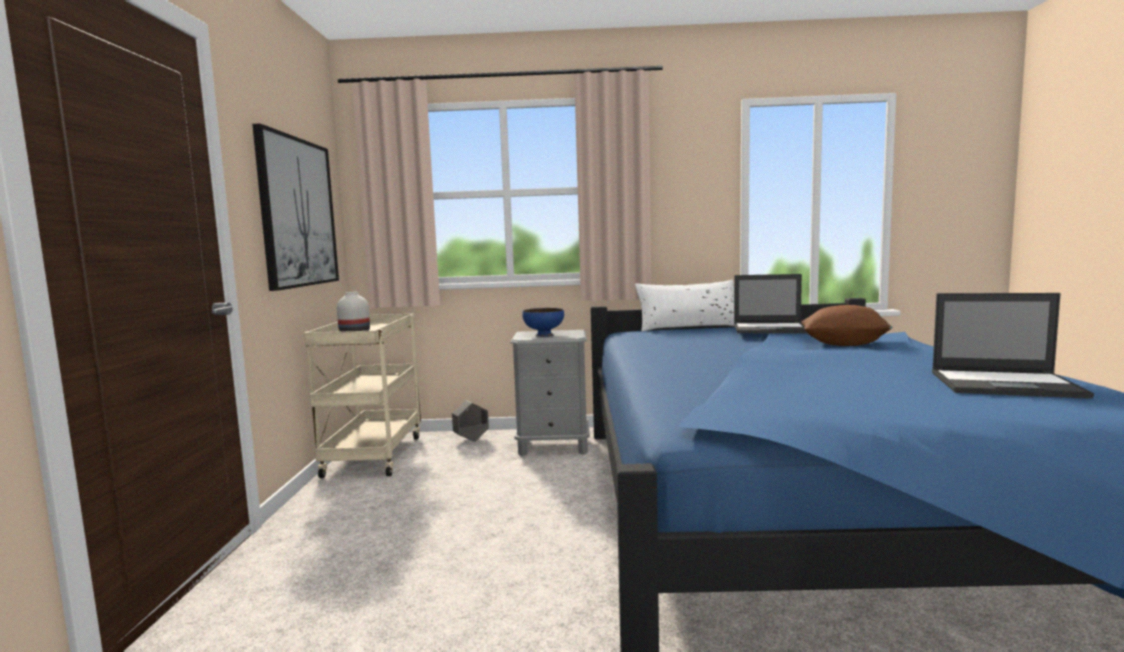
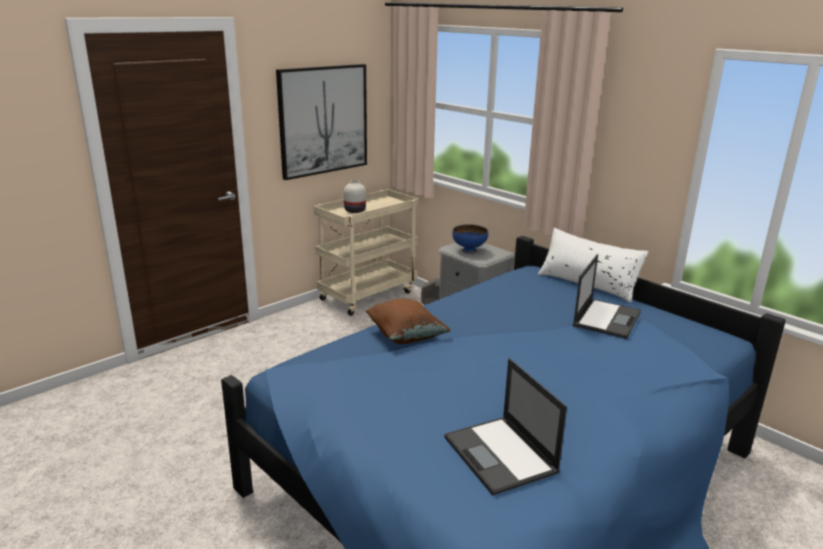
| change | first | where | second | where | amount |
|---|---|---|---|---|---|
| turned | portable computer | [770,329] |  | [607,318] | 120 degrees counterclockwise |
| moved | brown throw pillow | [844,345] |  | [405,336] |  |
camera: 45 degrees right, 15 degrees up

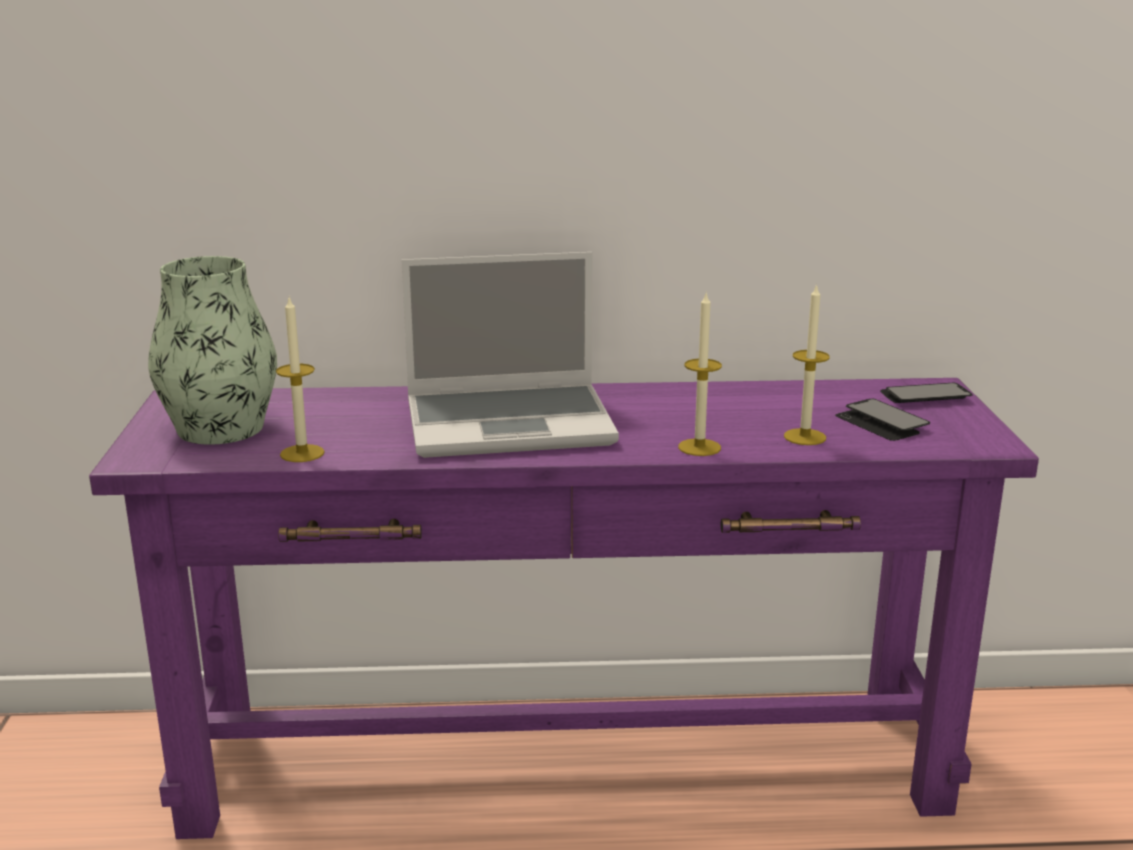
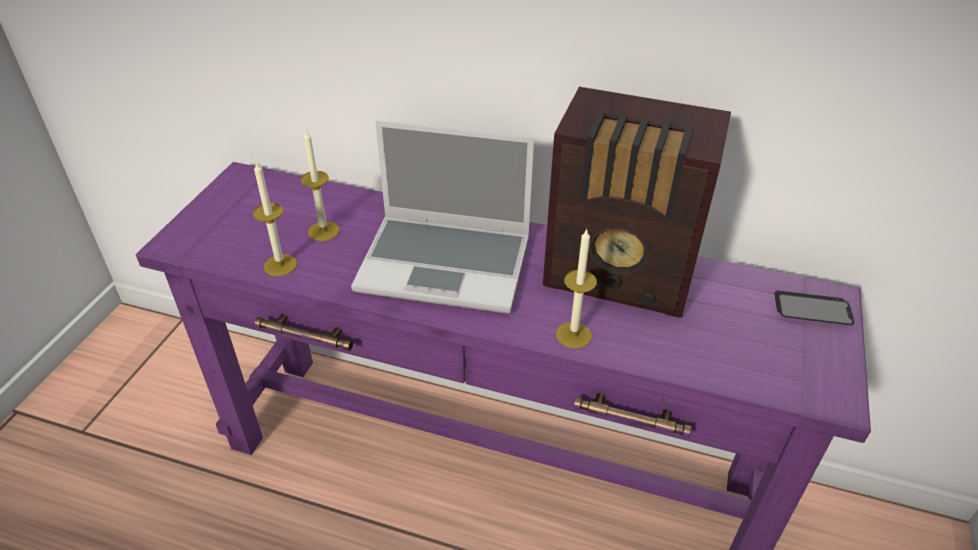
| change | first | where | second | where | amount |
|---|---|---|---|---|---|
| removed | flower vase | [220,428] |  |  |  |
| moved | candle | [804,437] |  | [323,231] |  |
| removed | handset | [881,422] |  |  |  |
| added |  |  | radio set | [622,277] |  |
camera: 20 degrees right, 20 degrees up

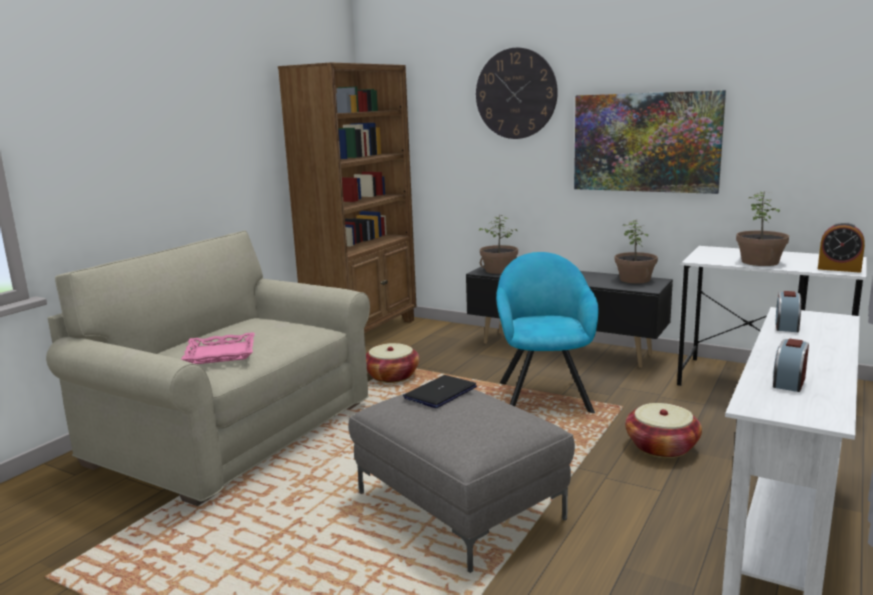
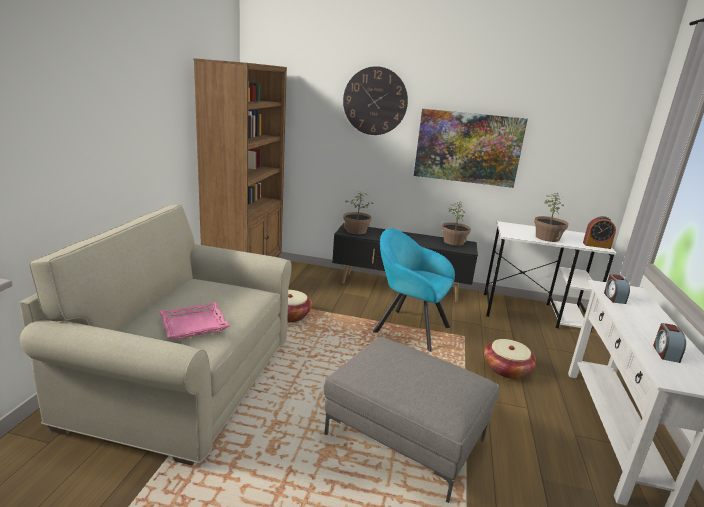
| change | first | where | second | where | amount |
|---|---|---|---|---|---|
| removed | portable computer | [440,393] |  |  |  |
| turned | blue-green lounge chair | [544,394] |  | [407,328] | 45 degrees counterclockwise |
camera: 20 degrees left, 5 degrees up

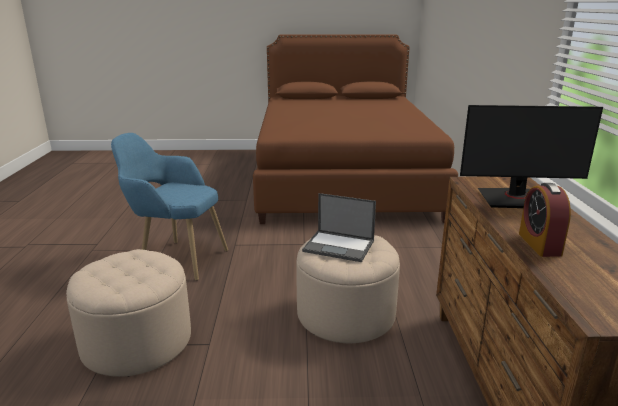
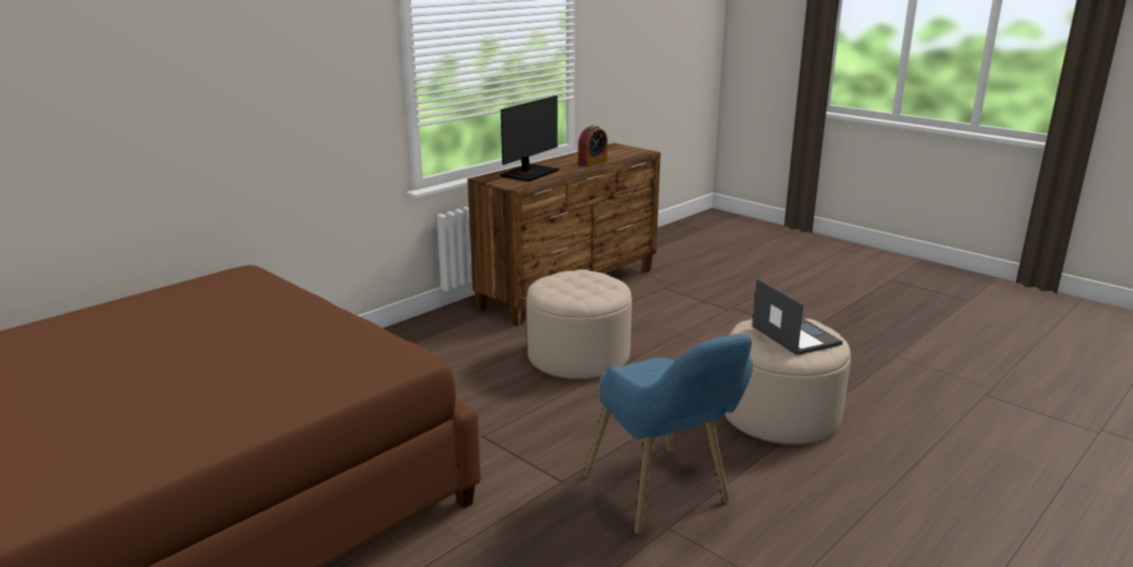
| change | first | where | second | where | amount |
|---|---|---|---|---|---|
| moved | portable computer | [339,246] |  | [794,335] |  |
| turned | monitor | [518,199] |  | [529,173] | 75 degrees clockwise |
camera: 135 degrees left, 0 degrees up

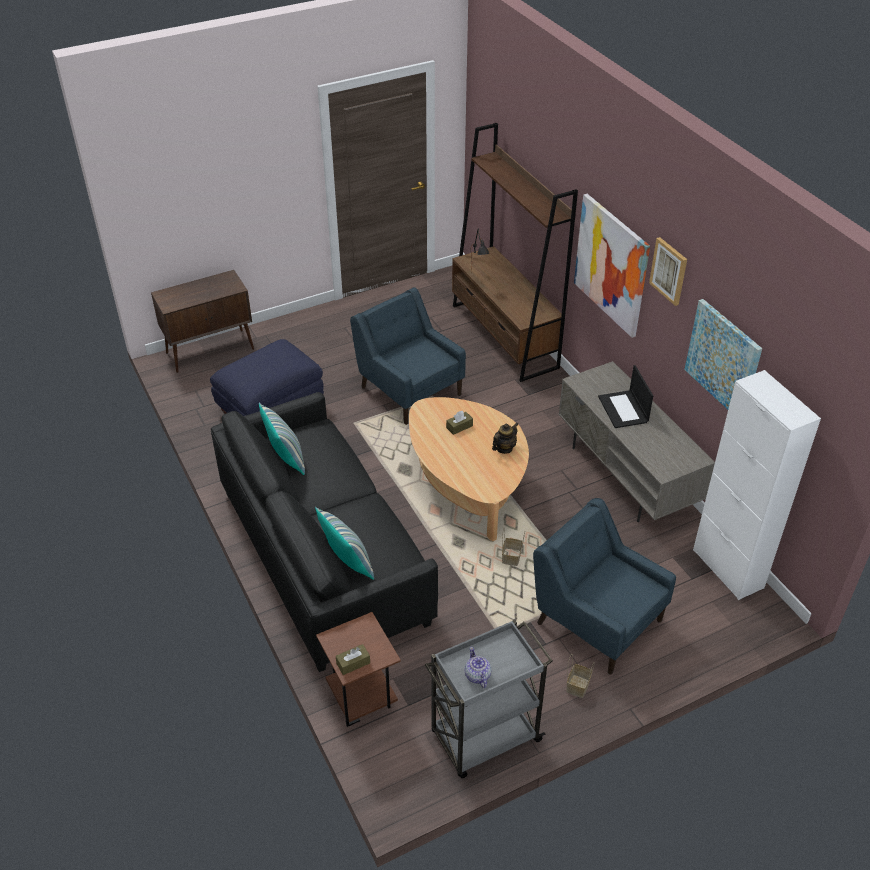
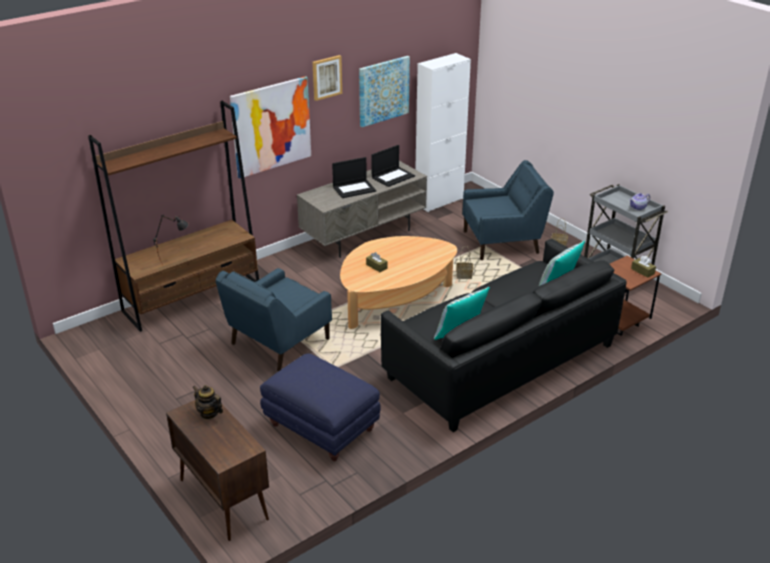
| change | first | where | second | where | amount |
|---|---|---|---|---|---|
| moved | teapot | [504,448] |  | [209,413] |  |
| turned | blue-coloured lounge chair | [596,619] |  | [503,242] | 135 degrees counterclockwise |
| added |  |  | portable computer | [393,177] |  |
camera: 100 degrees left, 10 degrees down

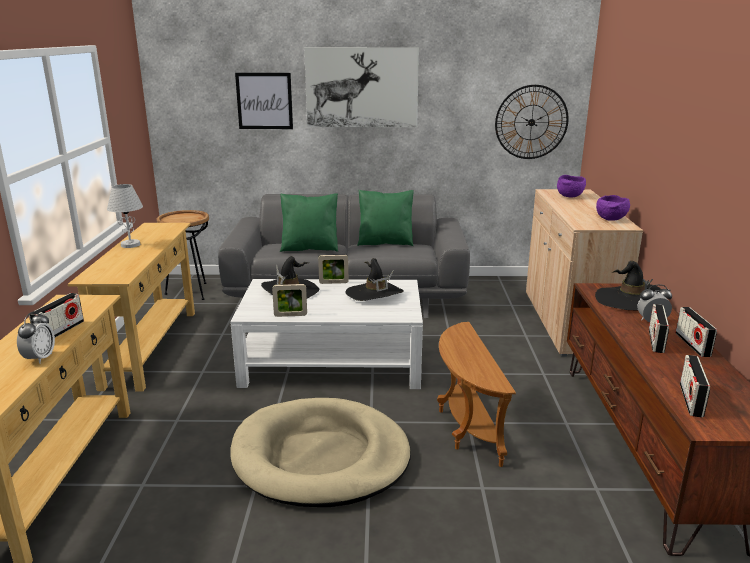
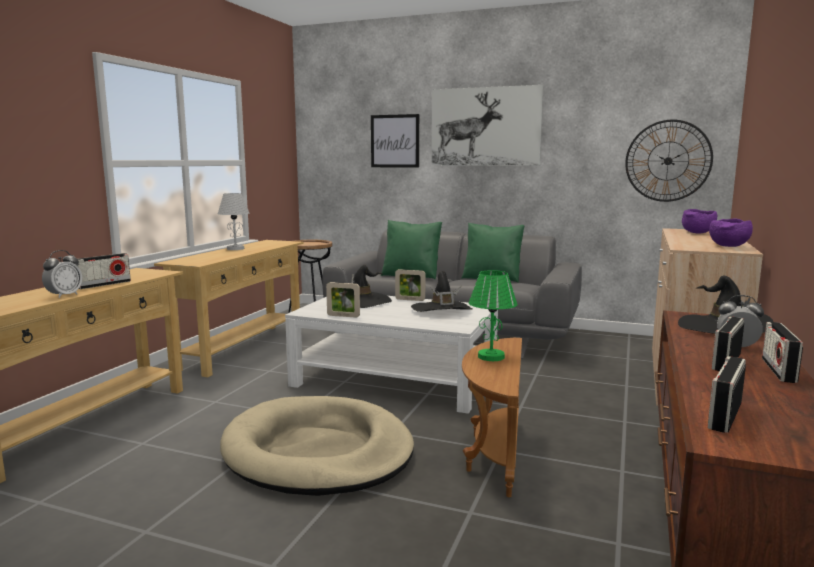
| change | first | where | second | where | amount |
|---|---|---|---|---|---|
| added |  |  | greenish table lamp | [491,356] |  |
camera: 20 degrees right, 10 degrees down

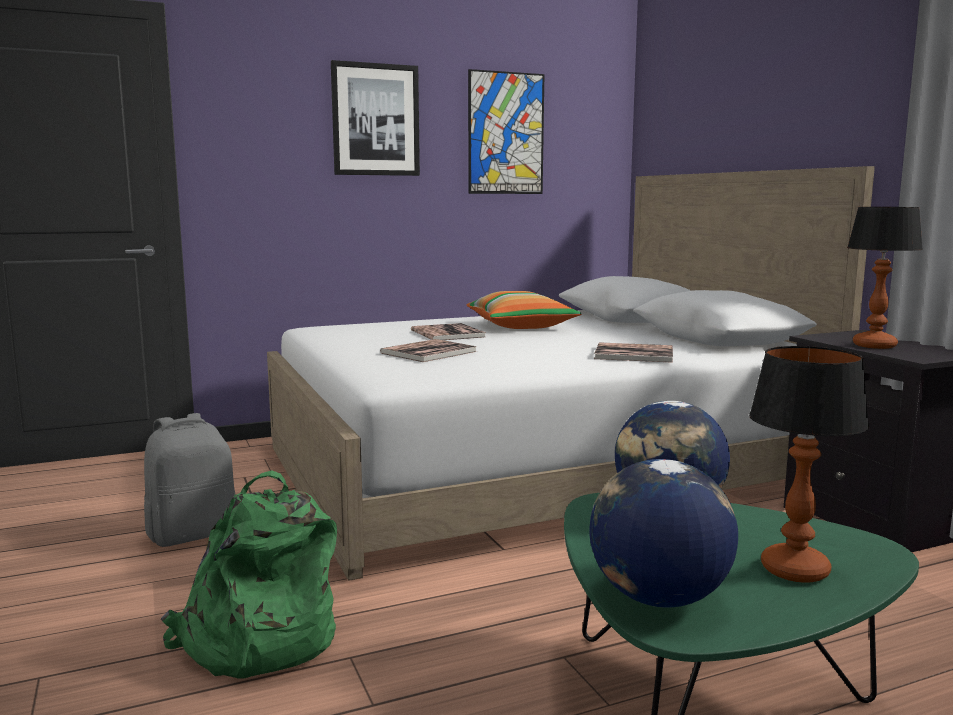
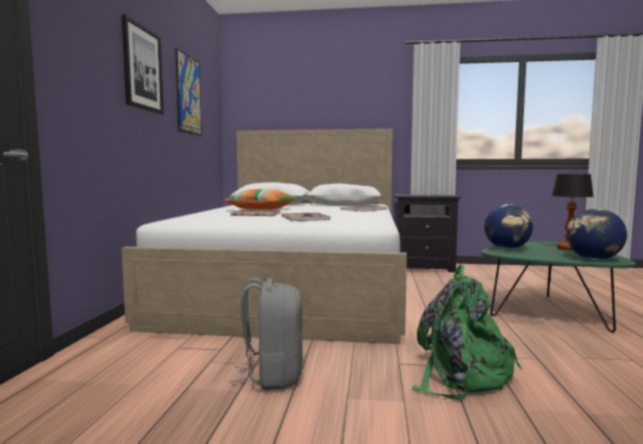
| change | first | where | second | where | amount |
|---|---|---|---|---|---|
| removed | table lamp | [873,345] |  |  |  |
camera: 60 degrees left, 5 degrees down

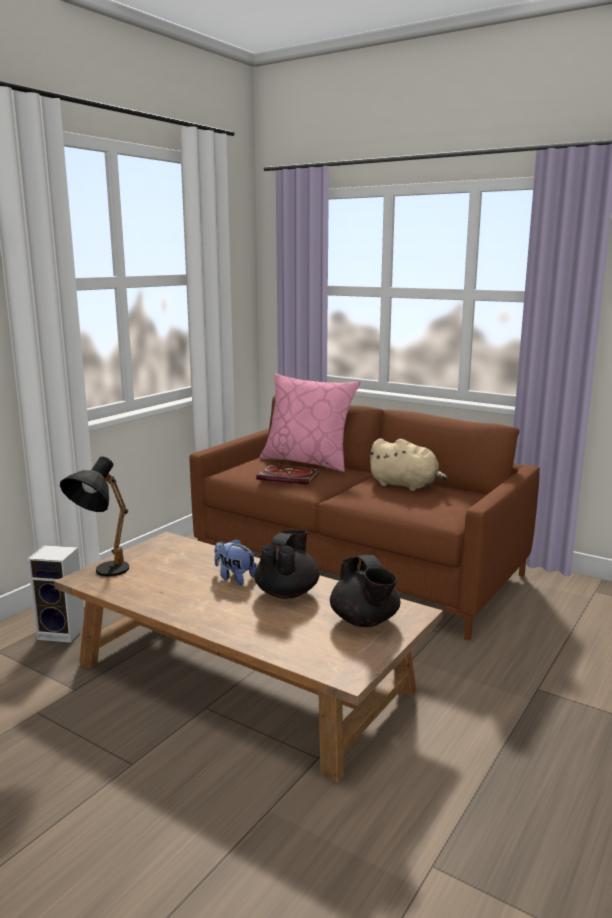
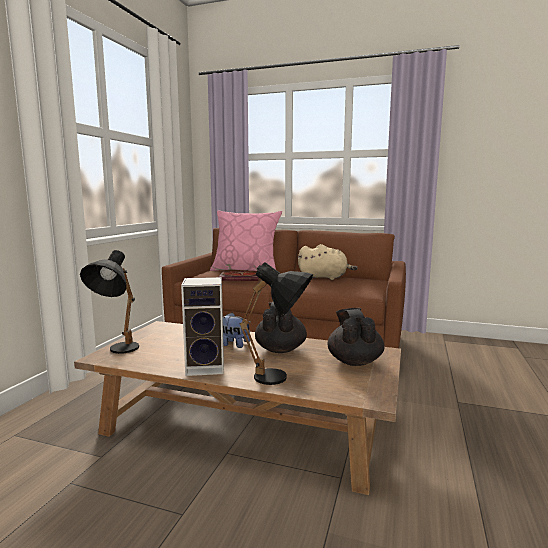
| change | first | where | second | where | amount |
|---|---|---|---|---|---|
| moved | speaker | [63,632] |  | [207,367] |  |
| turned | blackish teapot | [365,621] |  | [354,361] | 150 degrees counterclockwise |
| added |  |  | blackish table lamp | [281,380] |  |
camera: 15 degrees left, 5 degrees down

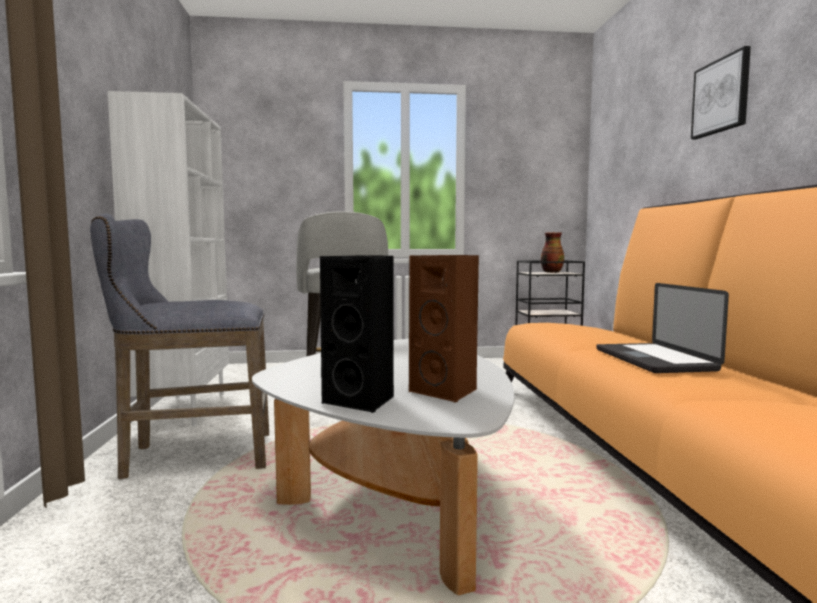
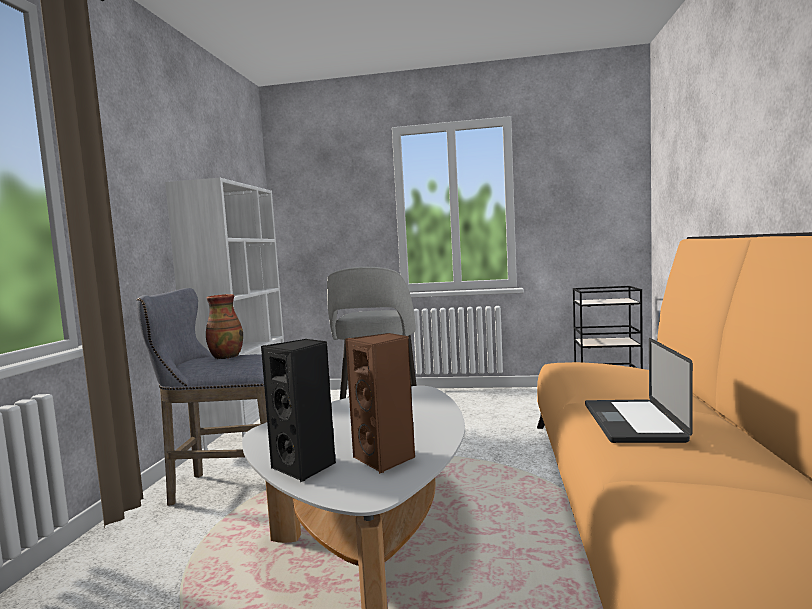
| change | first | where | second | where | amount |
|---|---|---|---|---|---|
| moved | flower vase | [551,272] |  | [226,357] |  |
| removed | picture | [721,96] |  |  |  |
camera: 15 degrees right, 0 degrees up

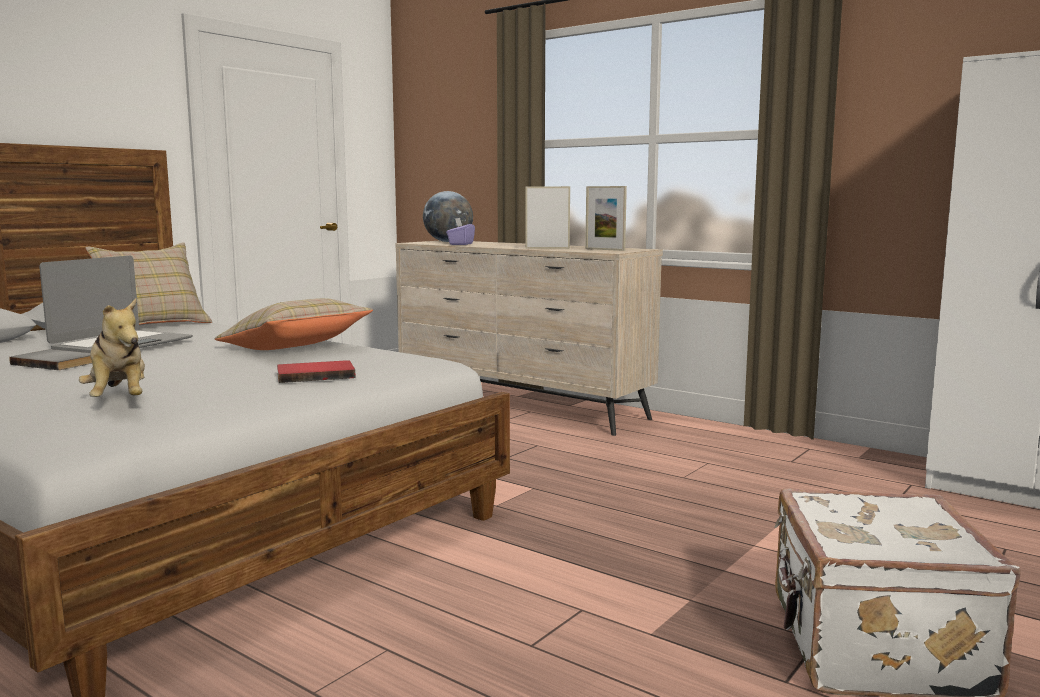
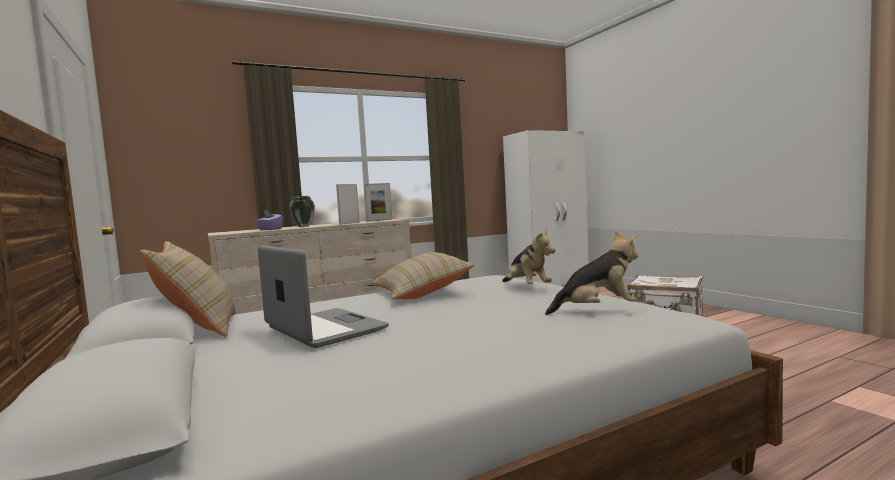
| change | first | where | second | where | amount |
|---|---|---|---|---|---|
| removed | greyish volume | [57,363] |  |  |  |
| replaced | red volume | [315,375] | cuddly toy | [527,287] |  |
| removed | desk globe | [448,241] |  |  |  |
| added |  |  | flower vase | [303,226] |  |
camera: 65 degrees left, 5 degrees down

